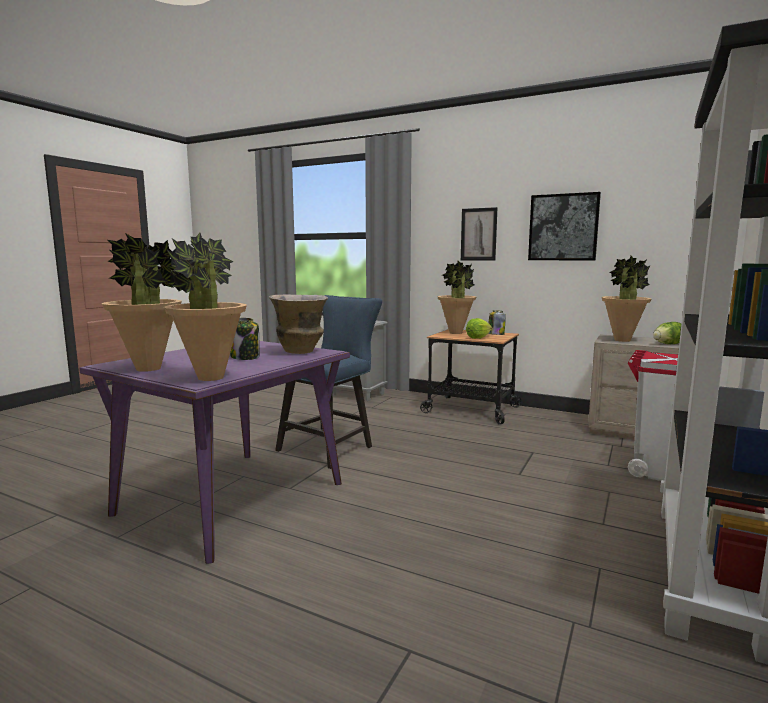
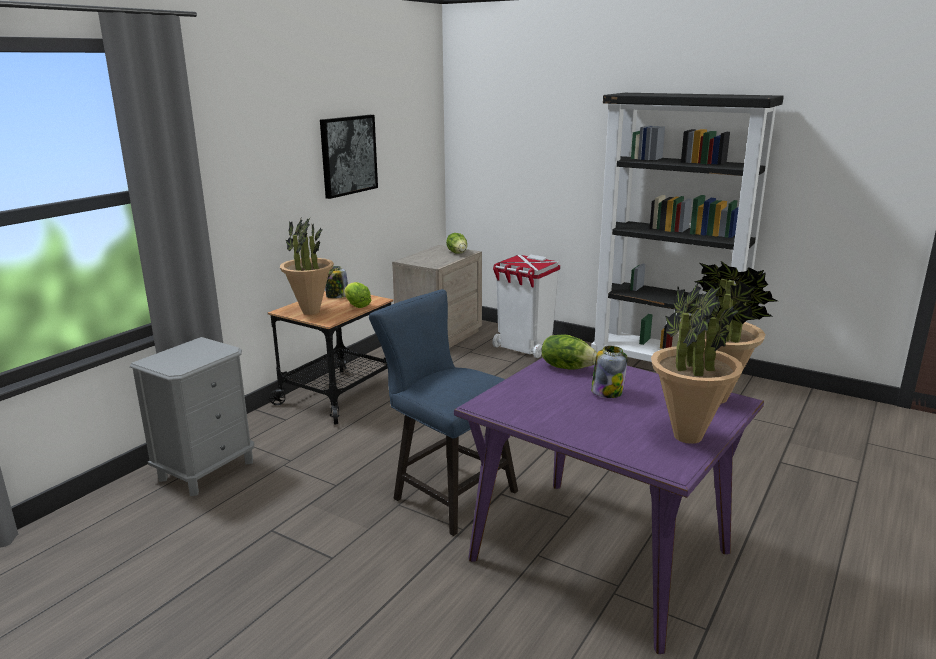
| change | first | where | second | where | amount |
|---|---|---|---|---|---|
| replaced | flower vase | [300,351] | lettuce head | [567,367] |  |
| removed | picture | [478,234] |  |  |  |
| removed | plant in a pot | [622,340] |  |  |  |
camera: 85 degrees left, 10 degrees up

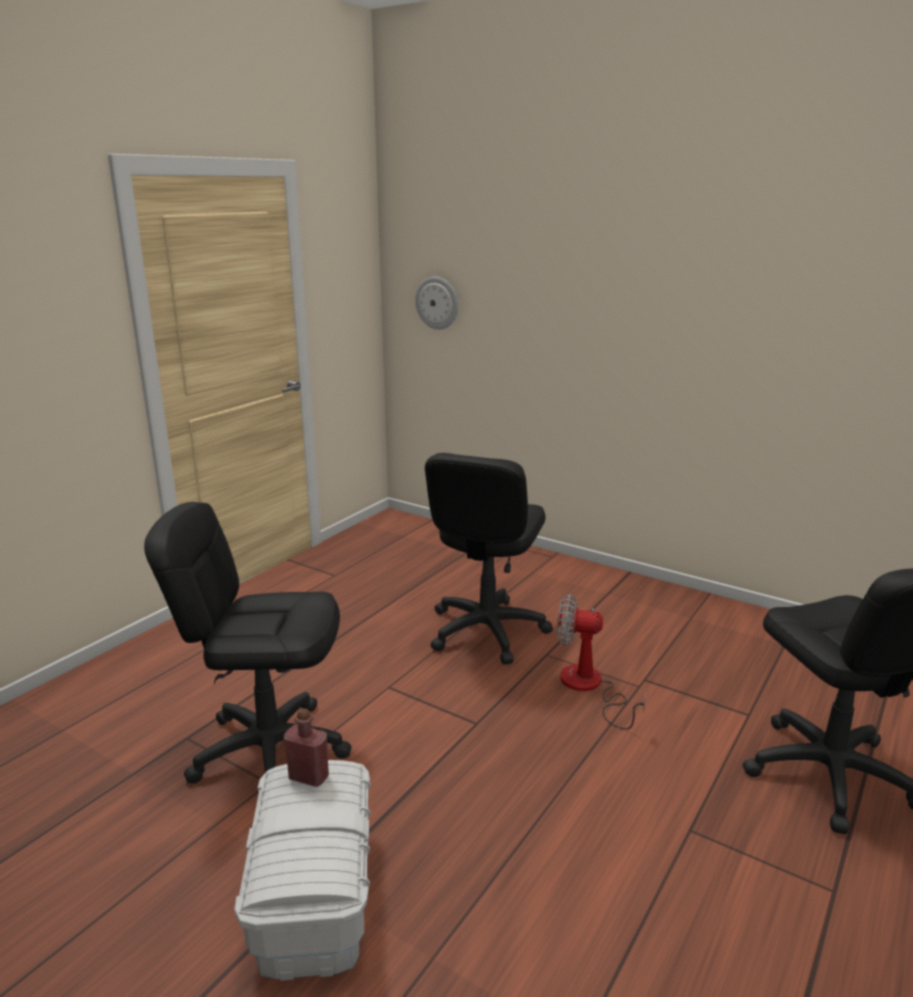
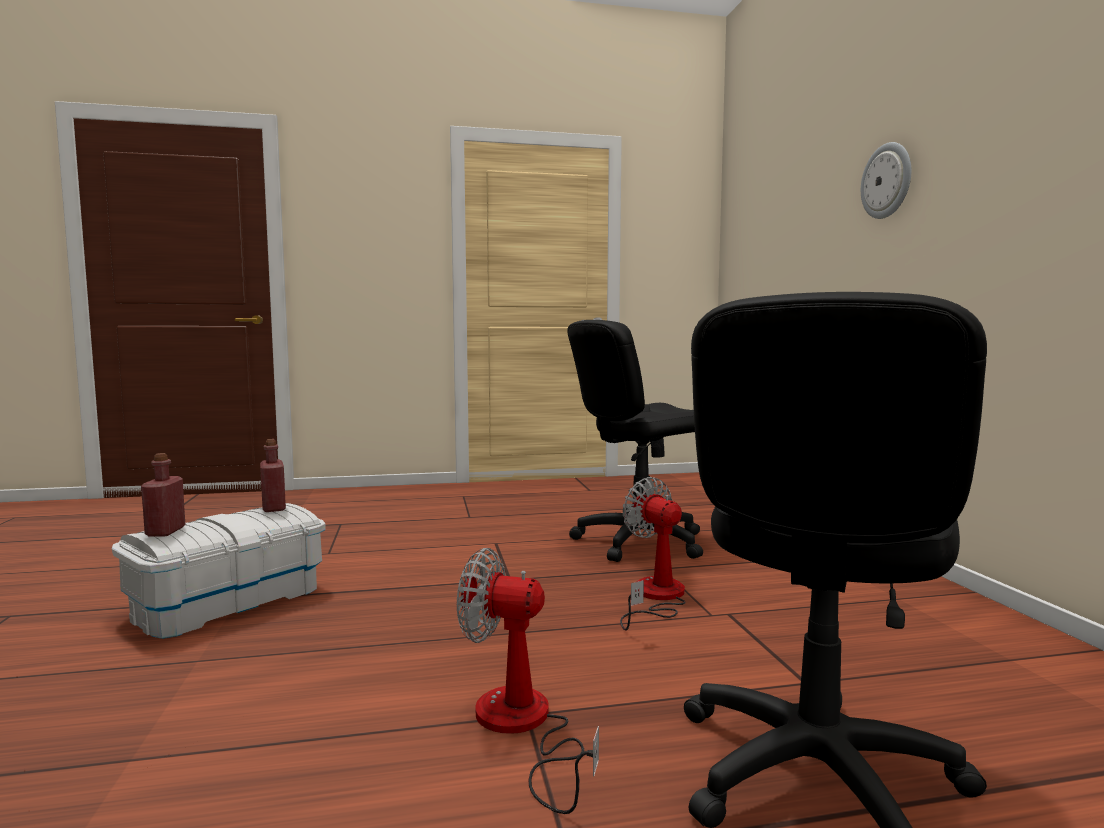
| change | first | where | second | where | amount |
|---|---|---|---|---|---|
| removed | blackish desk chair | [269,751] |  |  |  |
| moved | clock on the wall | [437,303] |  | [887,181] |  |
| added |  |  | red beverage bottle | [165,531] |  |
| added |  |  | cooling fan | [522,727] |  |
camera: 45 degrees right, 15 degrees down

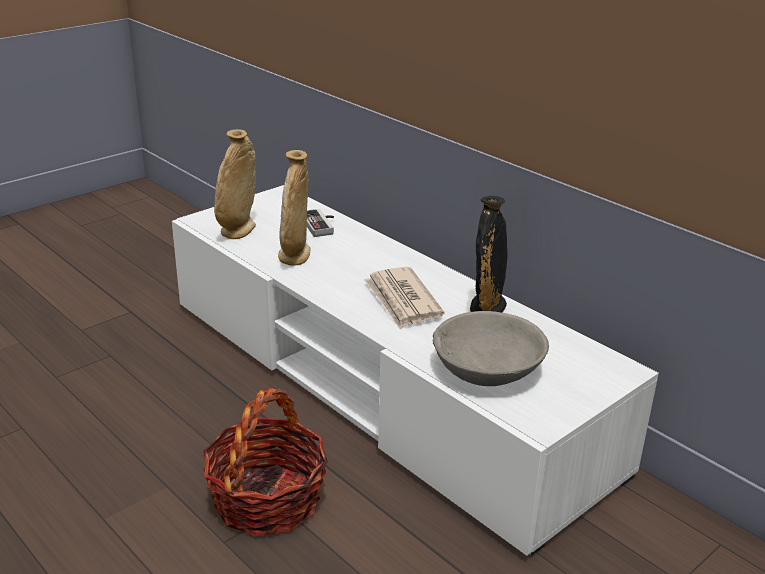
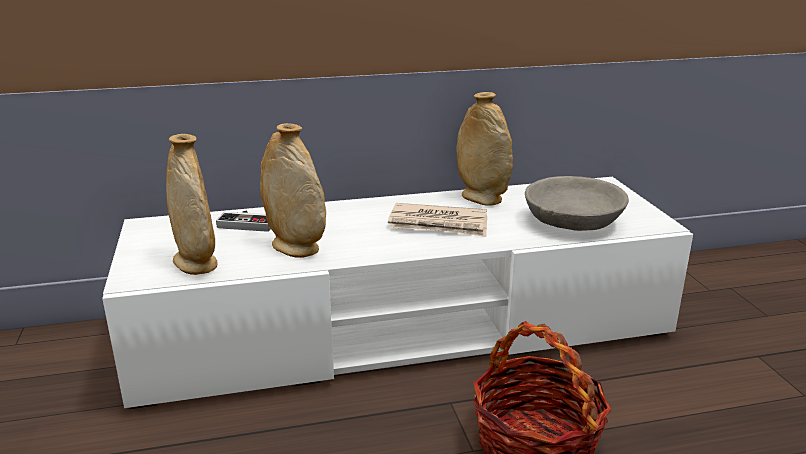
| change | first | where | second | where | amount |
|---|---|---|---|---|---|
| recoloured | blackish flower vase | [487,307] | sand-coloured flower vase | [481,198] |  |
camera: 60 degrees left, 5 degrees down

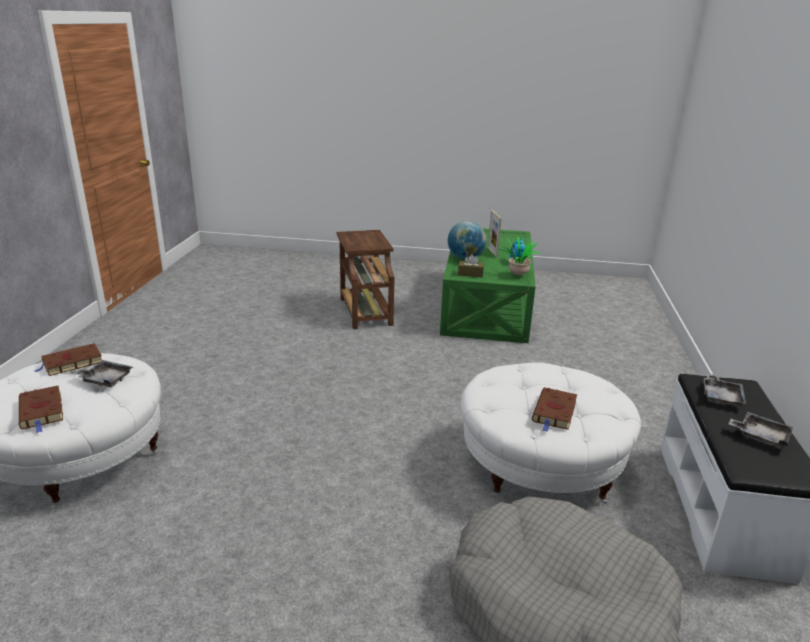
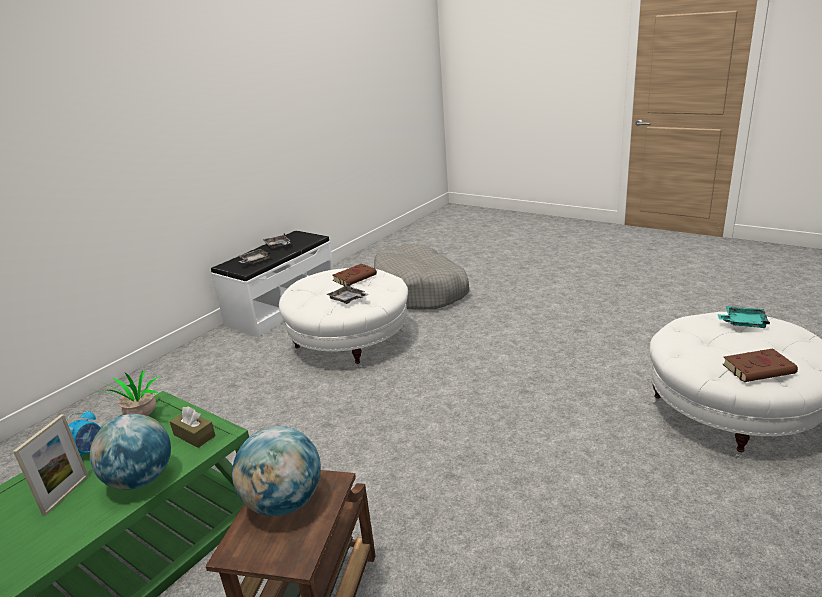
| change | first | where | second | where | amount |
|---|---|---|---|---|---|
| replaced | brown volume | [42,412] | blue-green serving tray | [743,322] |  |
| moved | greyish serving tray | [105,379] |  | [348,299] |  |
| added |  |  | desk globe | [284,503] |  |
camera: 150 degrees left, 0 degrees up

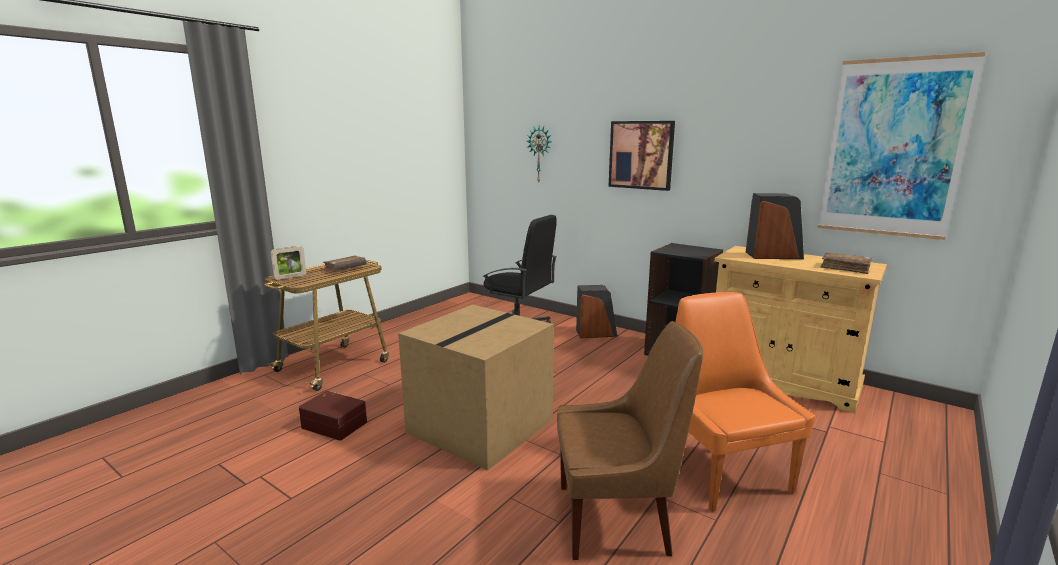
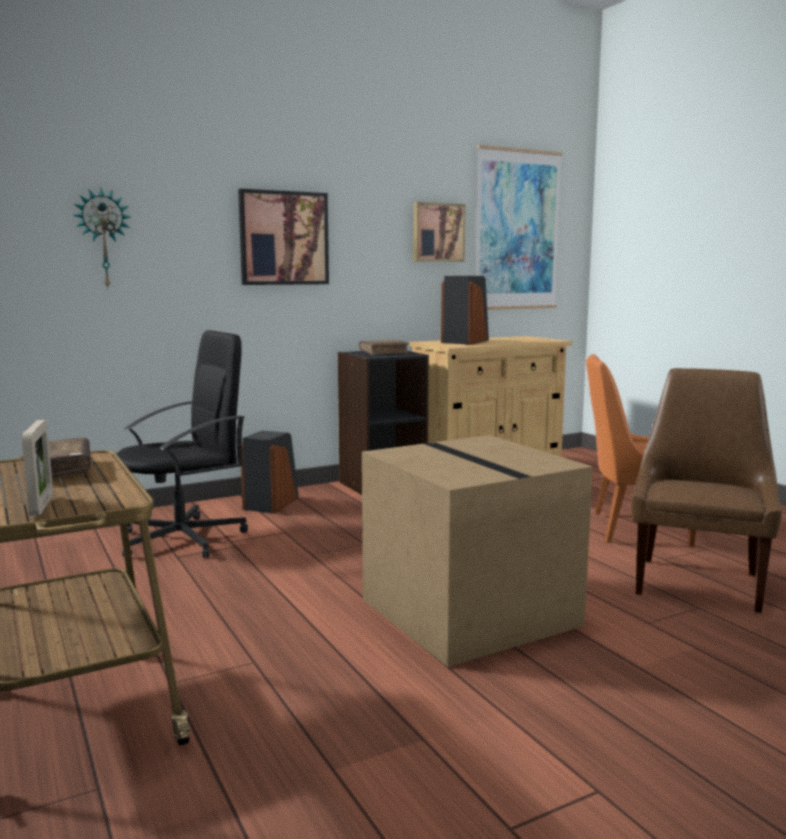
| change | first | where | second | where | amount |
|---|---|---|---|---|---|
| removed | brown storage container | [335,424] |  |  |  |
| moved | brown volume | [845,268] |  | [384,353] |  |
| added |  |  | picture | [437,232] |  |
camera: 65 degrees left, 5 degrees down

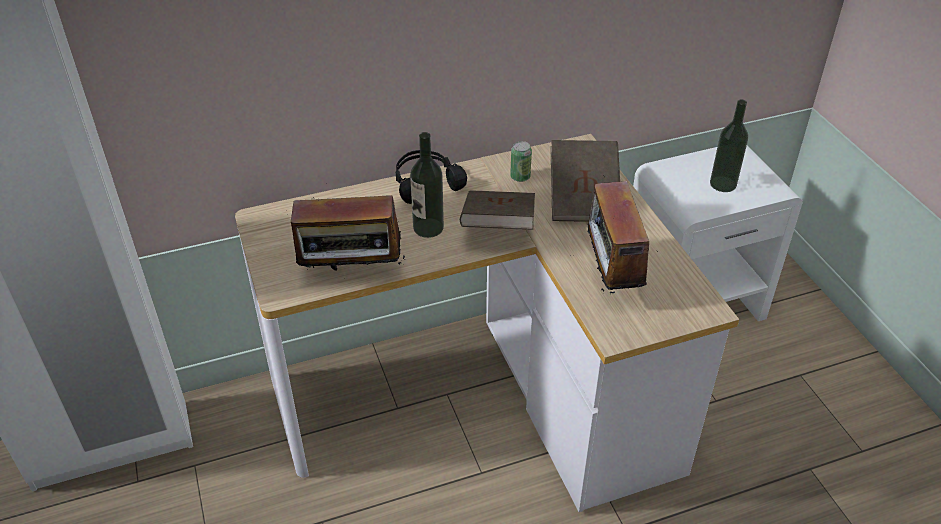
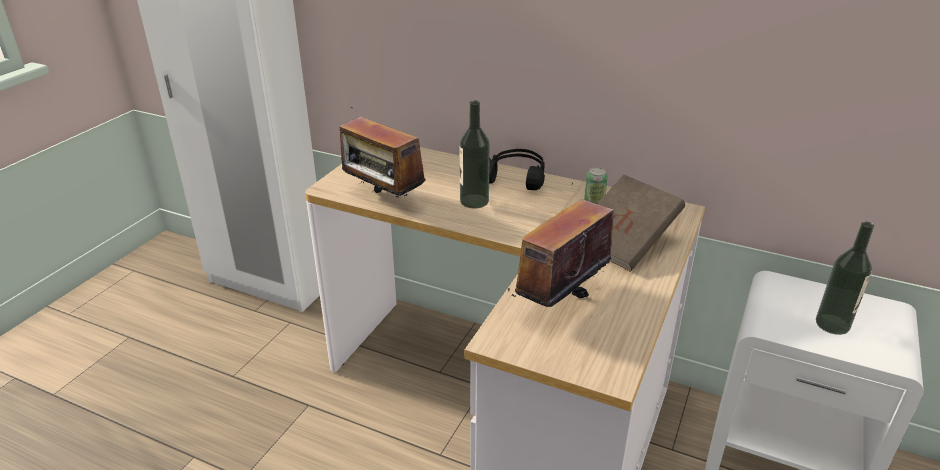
| change | first | where | second | where | amount |
|---|---|---|---|---|---|
| removed | brown volume | [498,227] |  |  |  |
camera: 45 degrees right, 10 degrees down

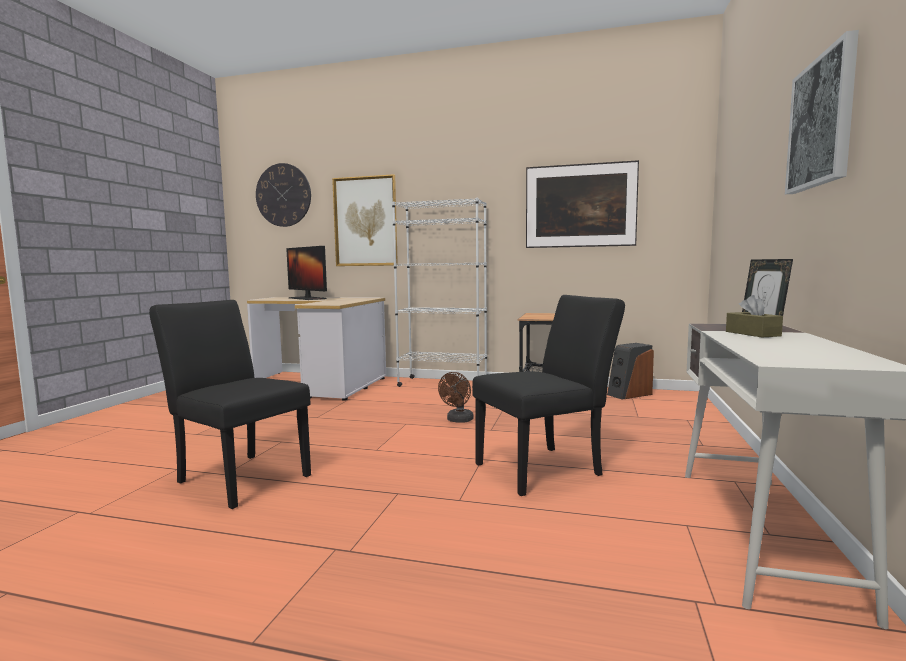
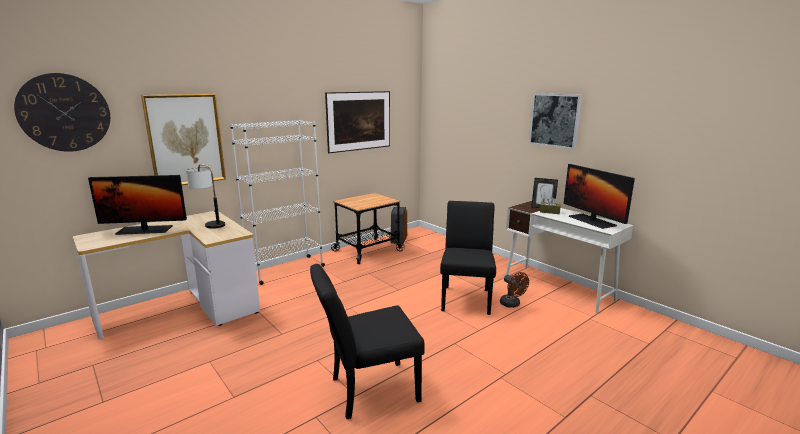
| change | first | where | second | where | amount |
|---|---|---|---|---|---|
| moved | brown cooling fan | [458,420] |  | [512,304] |  |
| added |  |  | table lamp | [209,223] |  |
| added |  |  | monitor | [591,221] |  |
camera: 55 degrees left, 10 degrees up

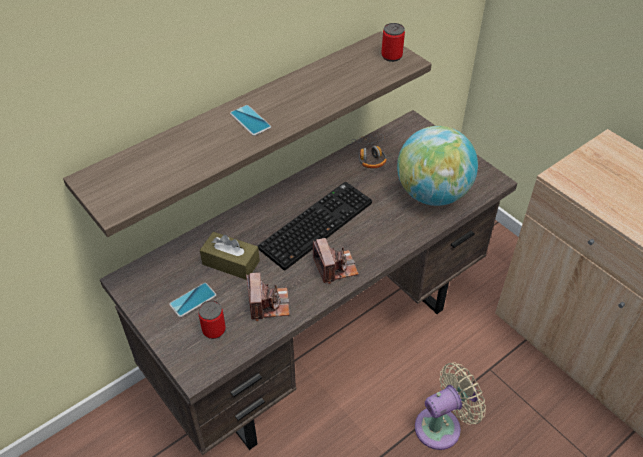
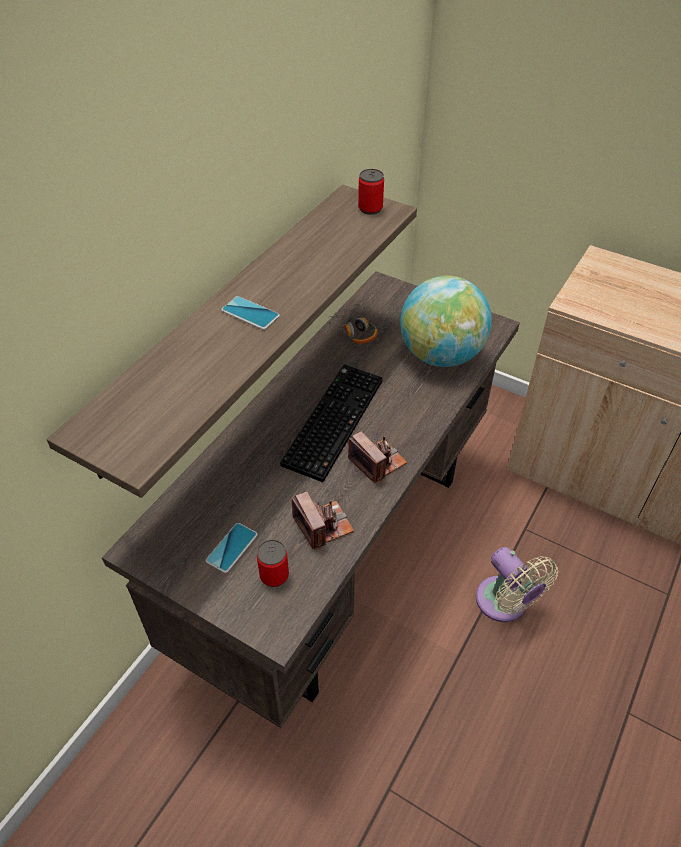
| change | first | where | second | where | amount |
|---|---|---|---|---|---|
| removed | brown tissue holder | [231,262] |  |  |  |
| turned | sand-coloured cooling fan | [442,426] |  | [504,604] | 105 degrees clockwise |
camera: 20 degrees left, 0 degrees up

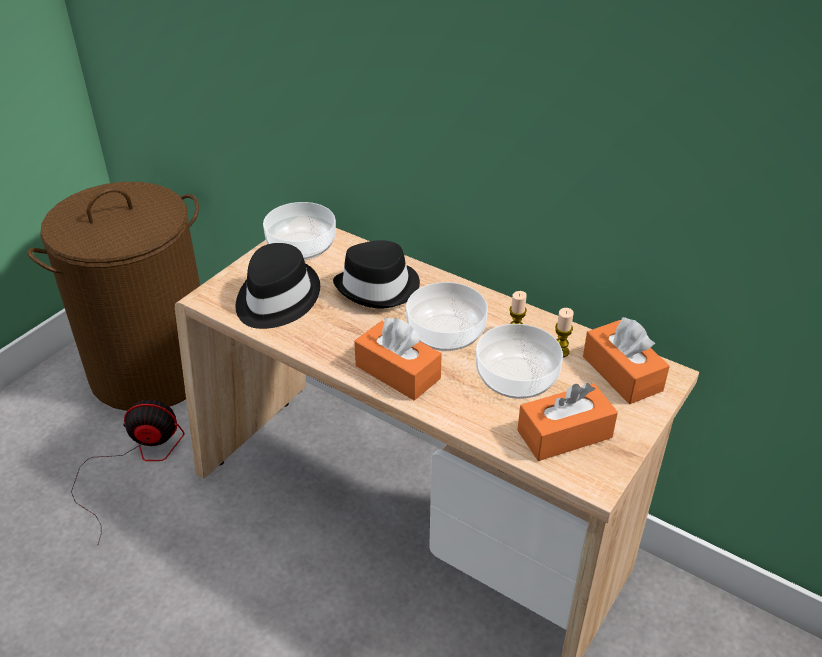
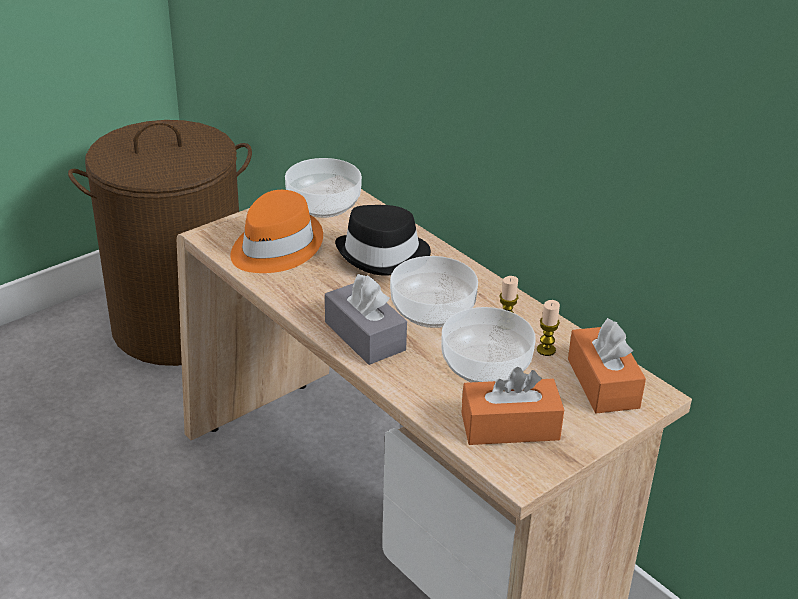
| change | first | where | second | where | amount |
|---|---|---|---|---|---|
| removed | cooling fan | [134,462] |  |  |  |
| recoloured | blackish hat | [275,298] | orange hat | [275,247] |  |
| recoloured | orange tissue holder | [397,372] | greyish tissue holder | [365,336] |  |
camera: 15 degrees right, 5 degrees down

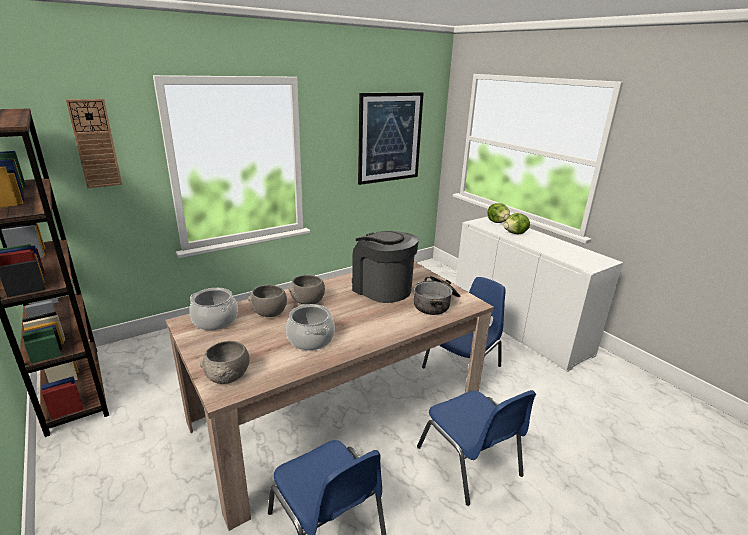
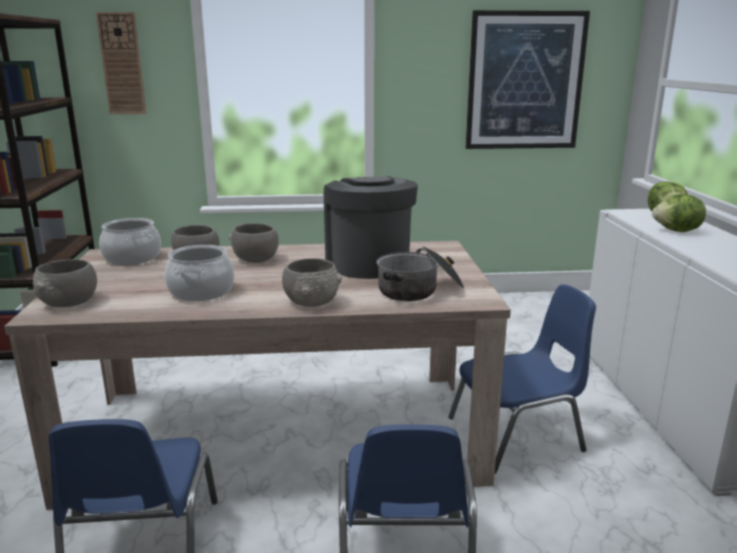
| change | first | where | second | where | amount |
|---|---|---|---|---|---|
| added |  |  | greyish deep dish | [312,302] |  |
camera: 30 degrees right, 5 degrees down

